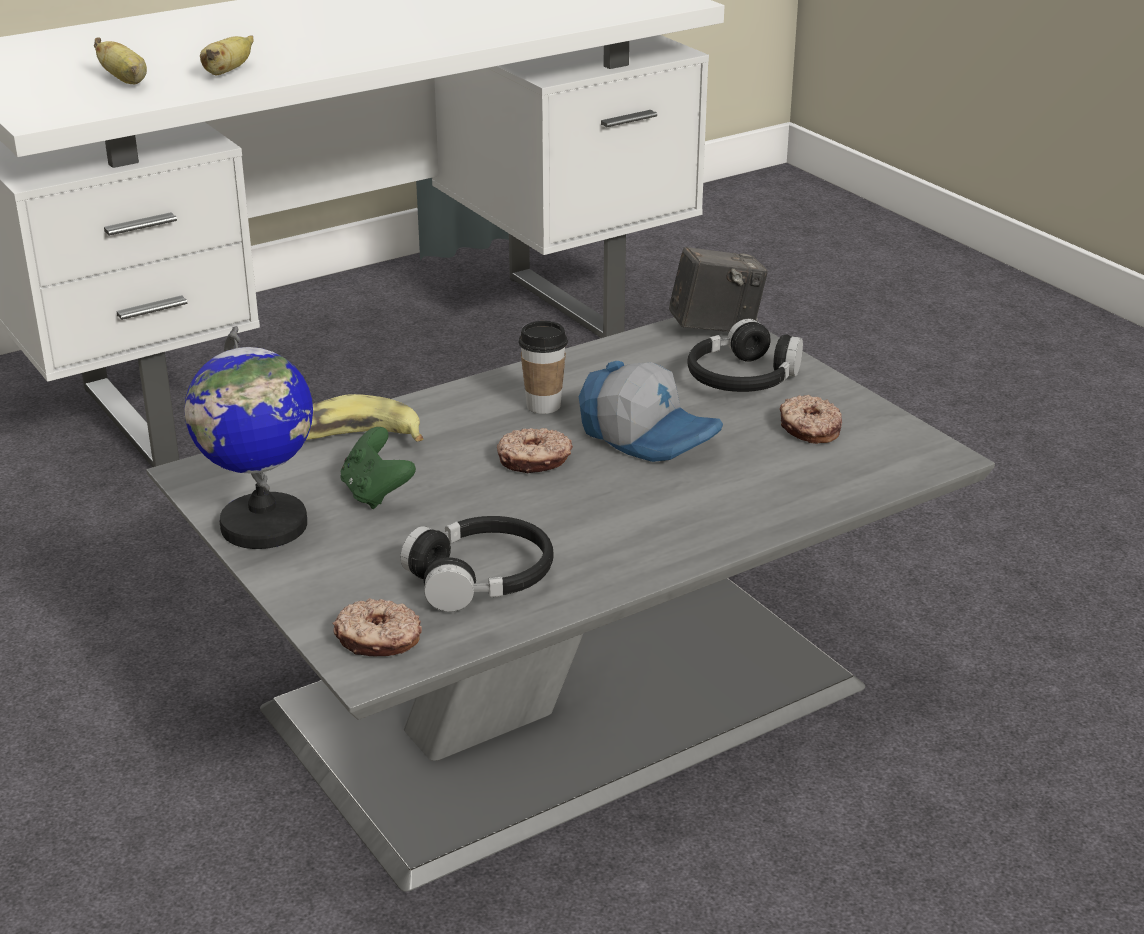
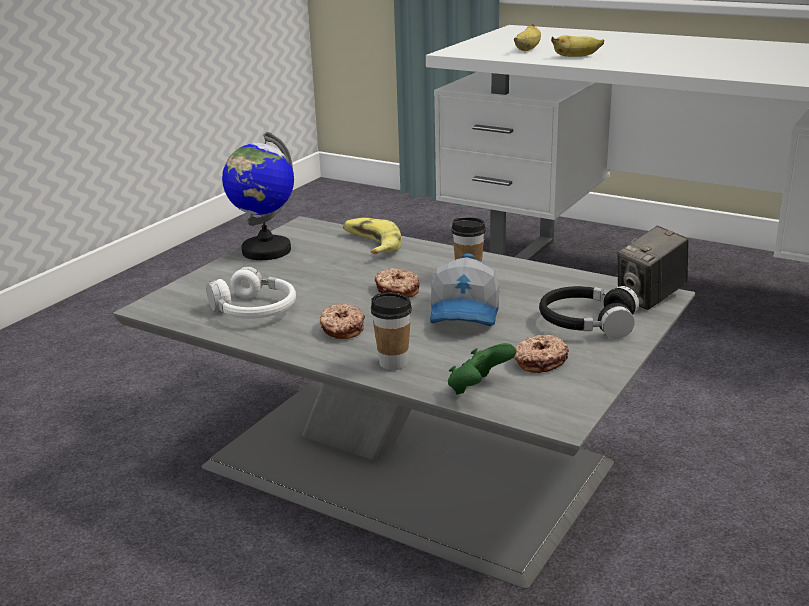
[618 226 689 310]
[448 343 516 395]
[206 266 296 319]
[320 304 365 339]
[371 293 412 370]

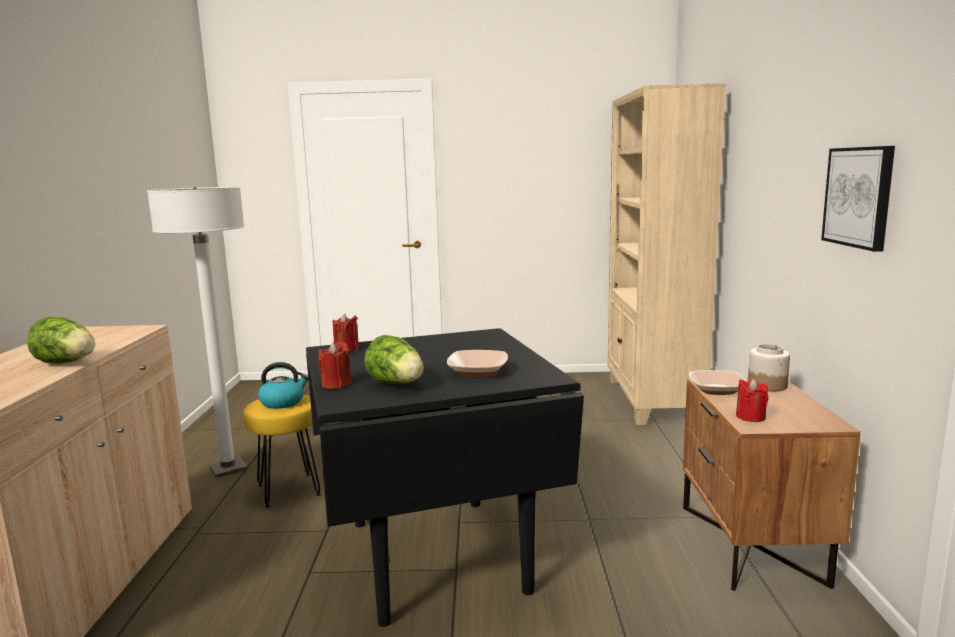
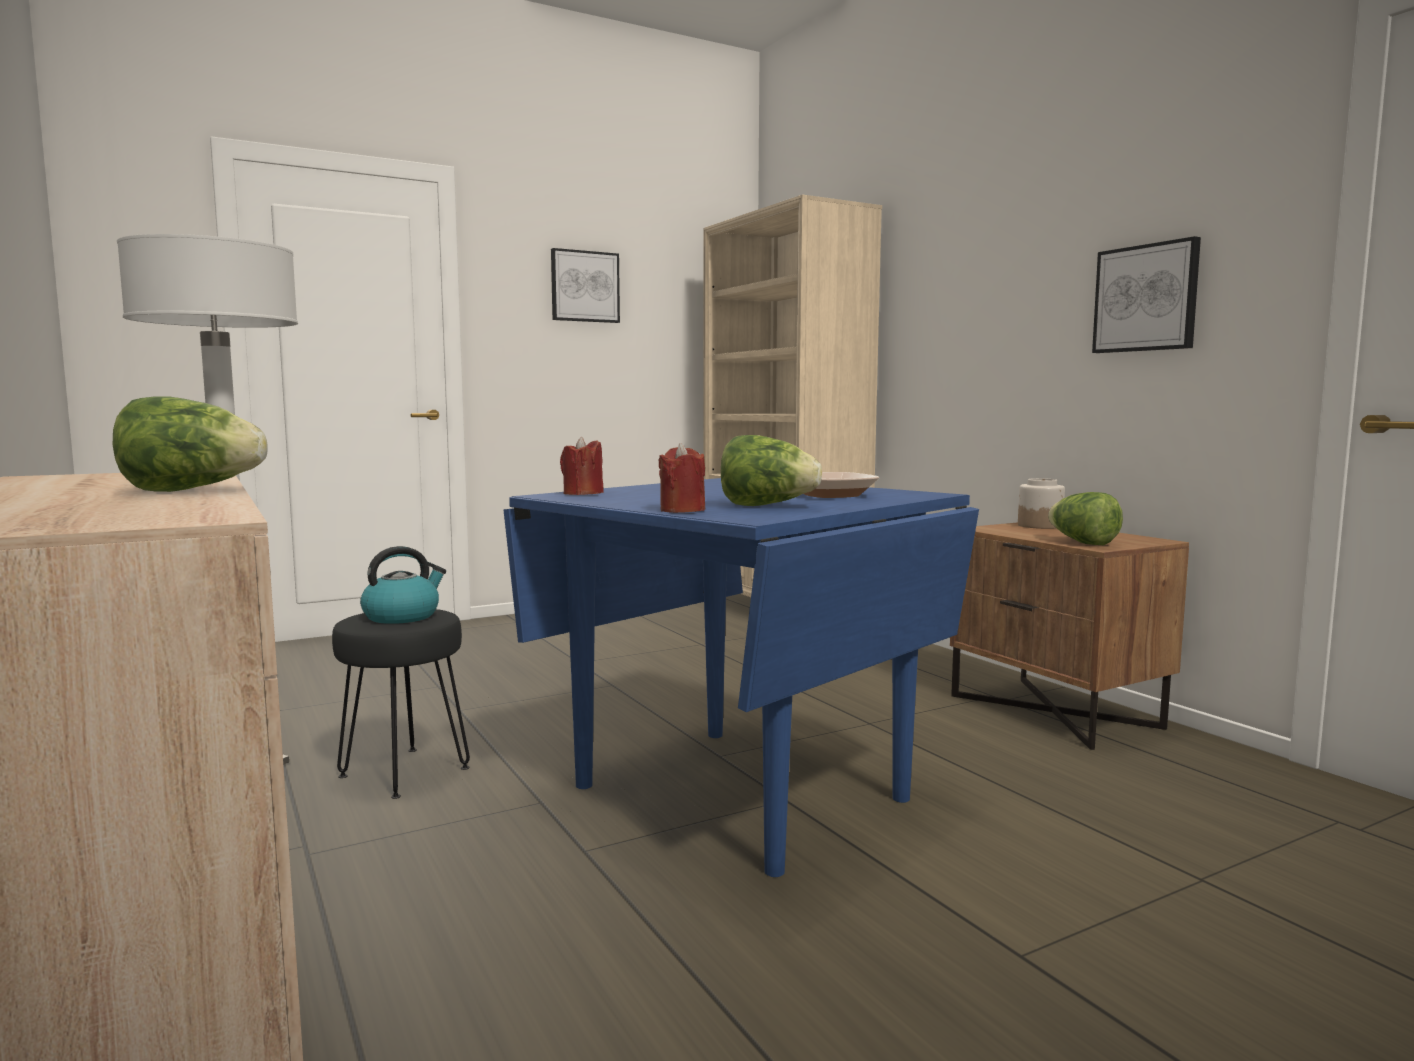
[503 478 979 877]
[689 370 747 395] (first image)
[1048 492 1123 545]
[332 609 470 799]
[551 248 620 323]

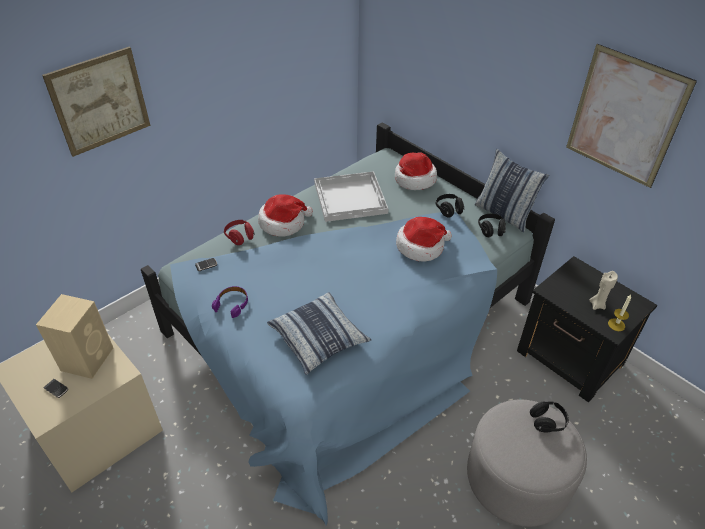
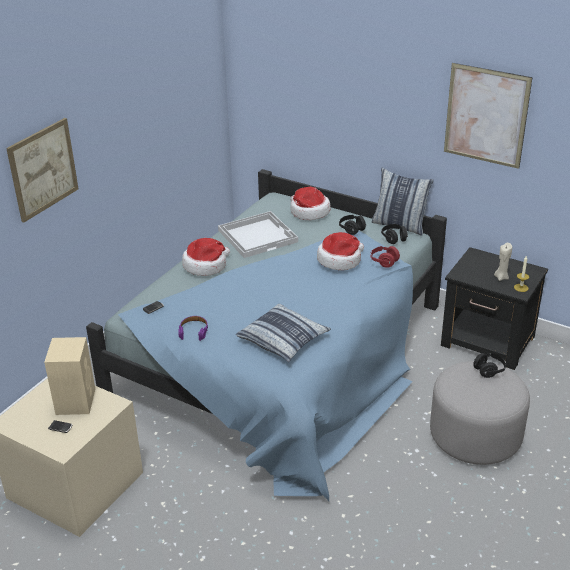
[370 246 400 268]

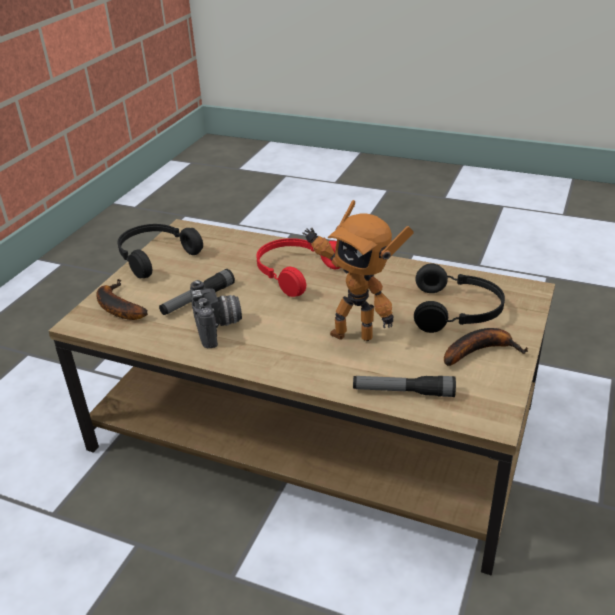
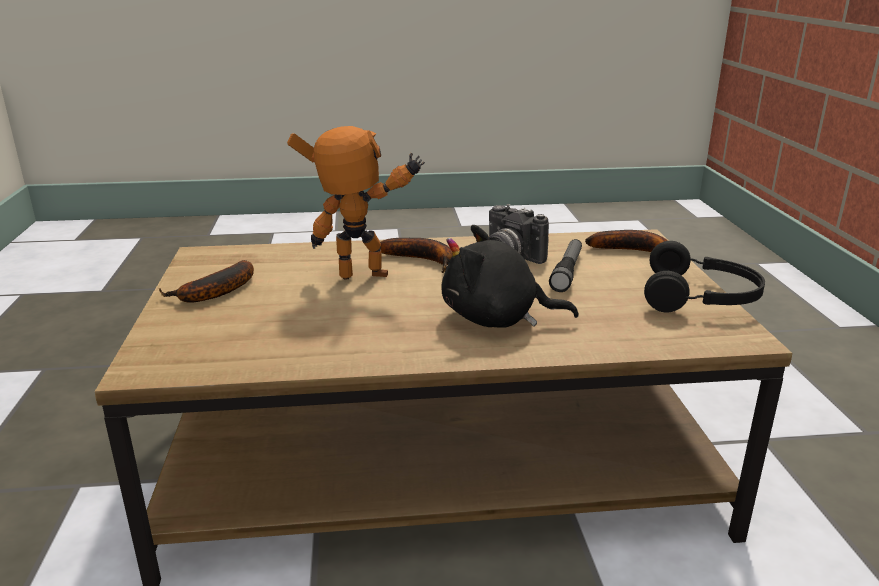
[441 225 578 328]
[414 264 505 333] (first image)
[353 376 456 397] (first image)
[380 238 452 273]

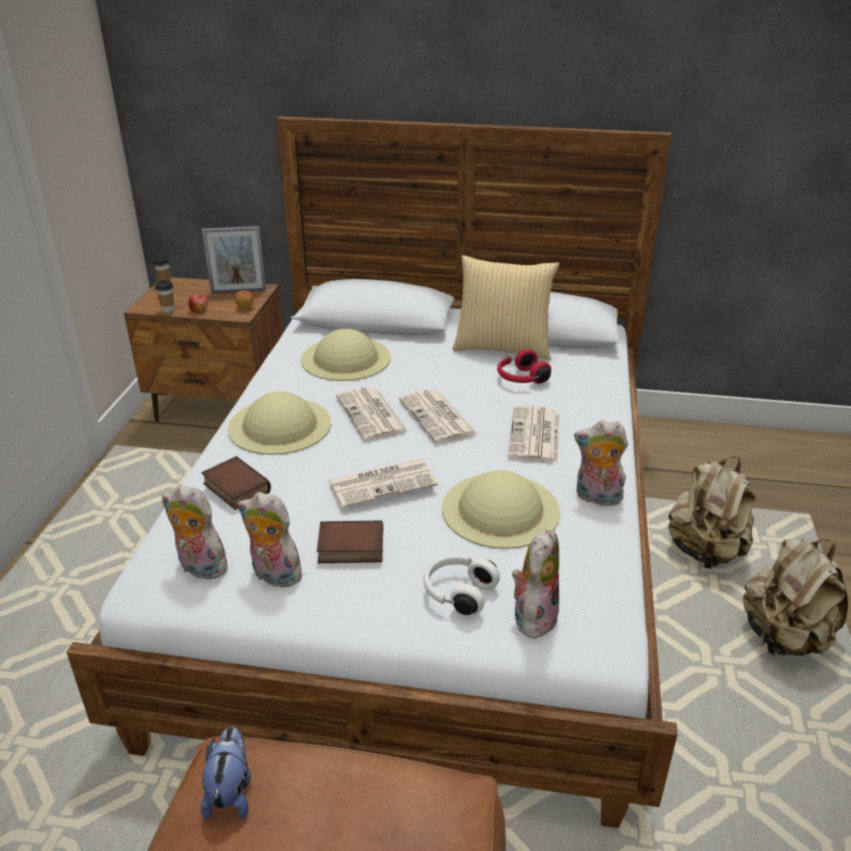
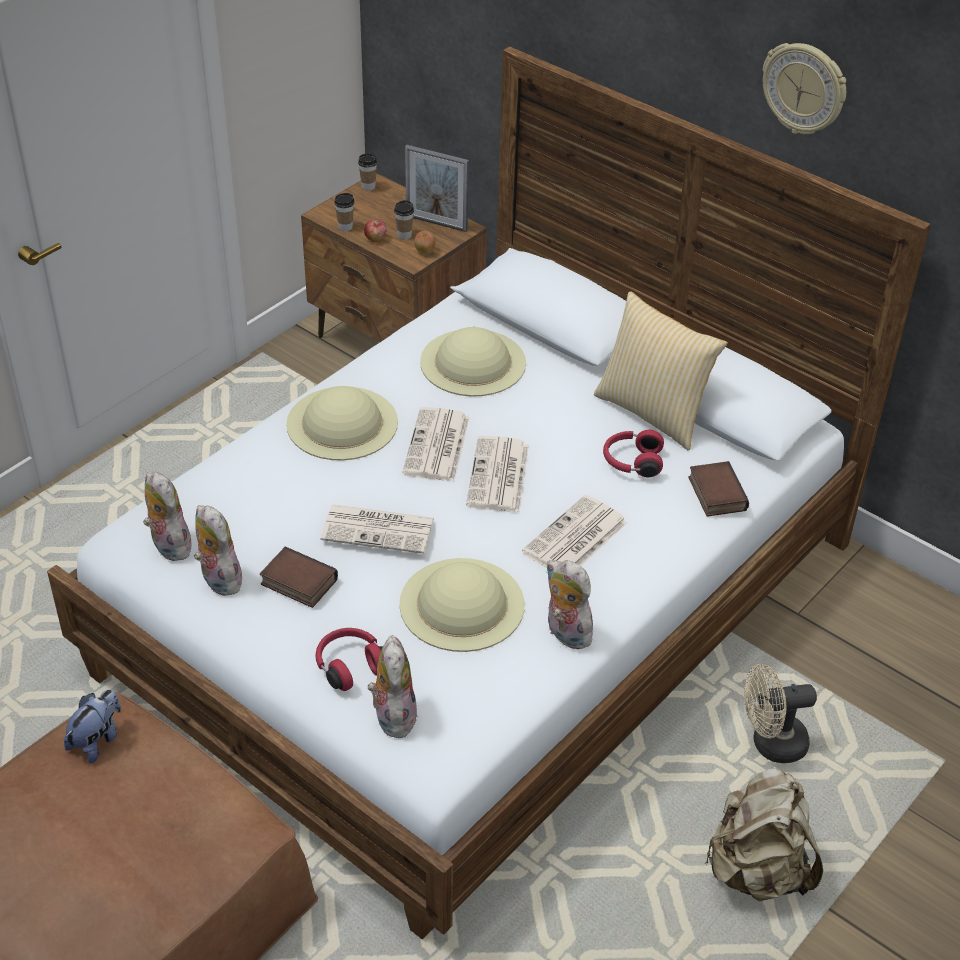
[688 461 749 517]
[744 664 817 763]
[368 635 418 738]
[315 628 383 691]
[763 43 846 134]
[394 200 414 239]

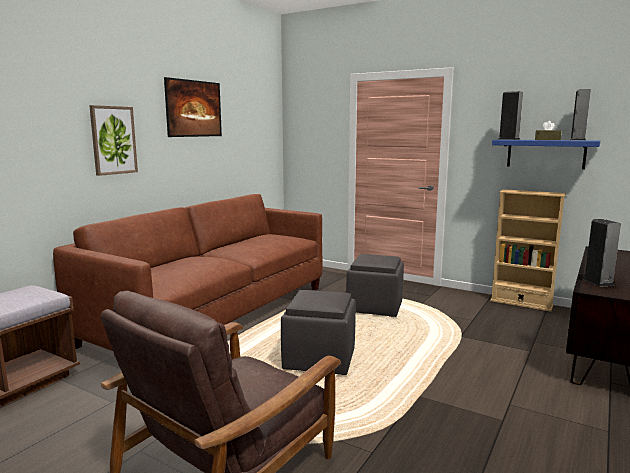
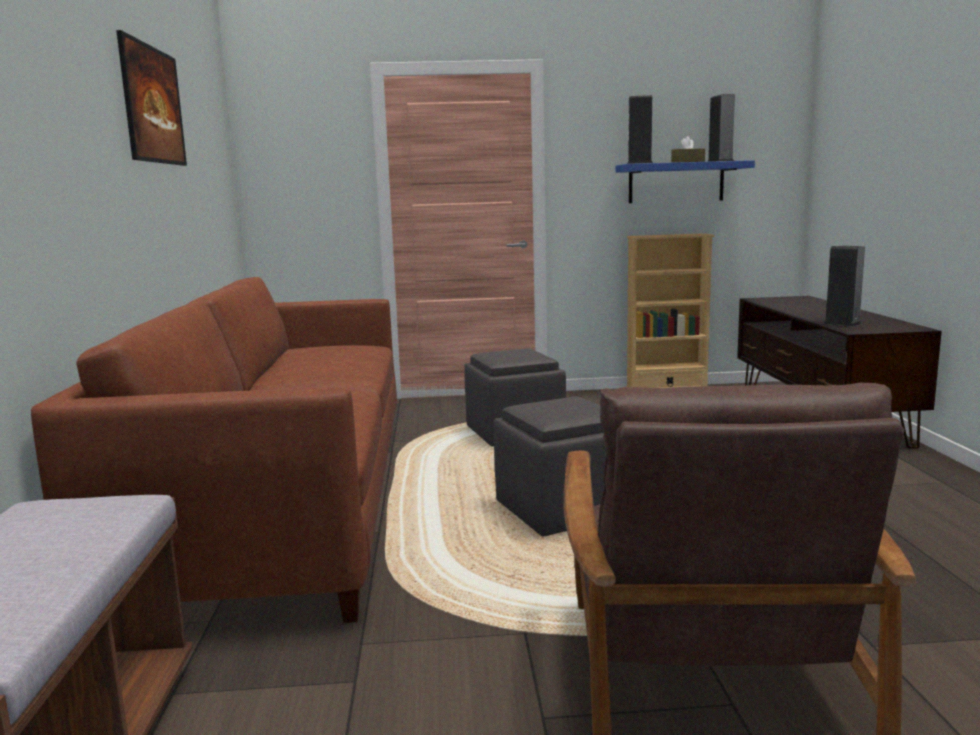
[89 105 138 176] (first image)

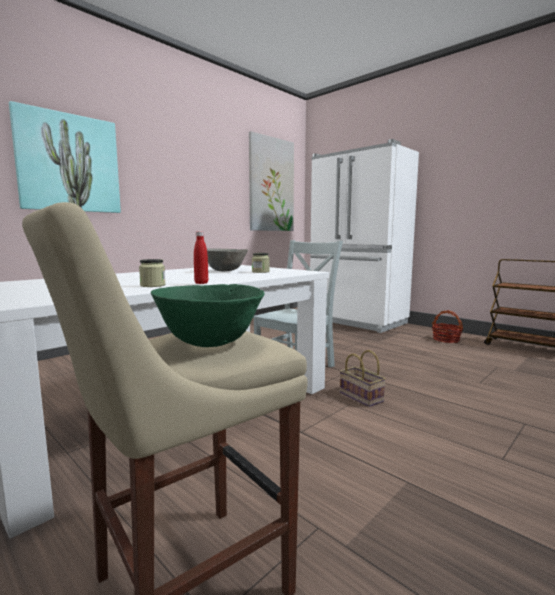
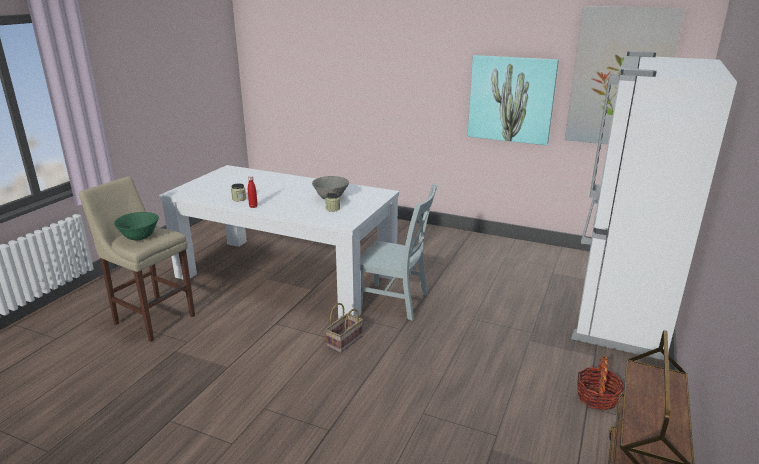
[468 55 559 145]

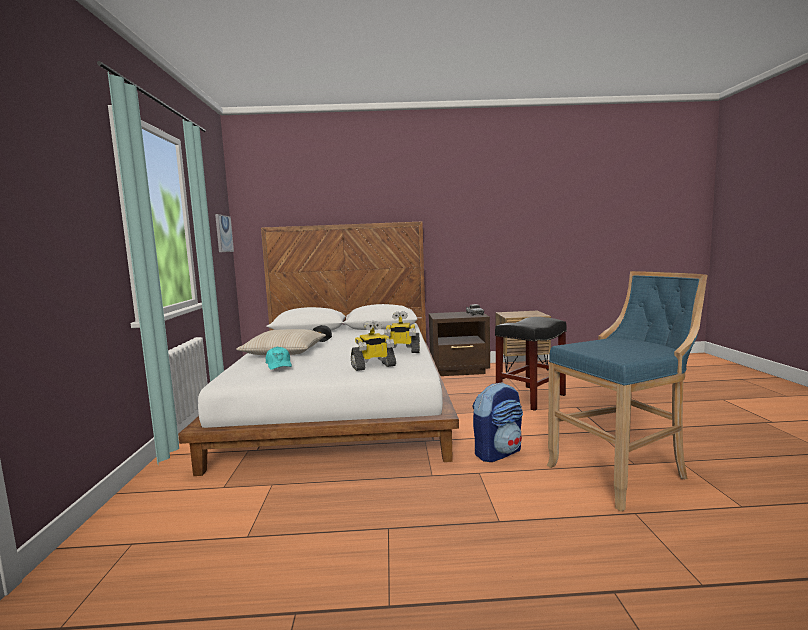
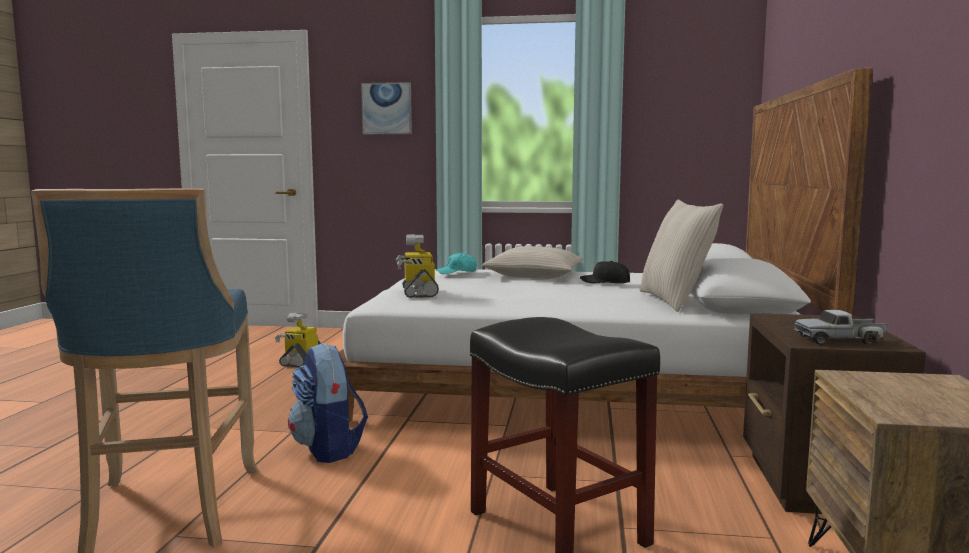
[361 82 412 134]
[275 313 321 367]
[639 199 723 312]

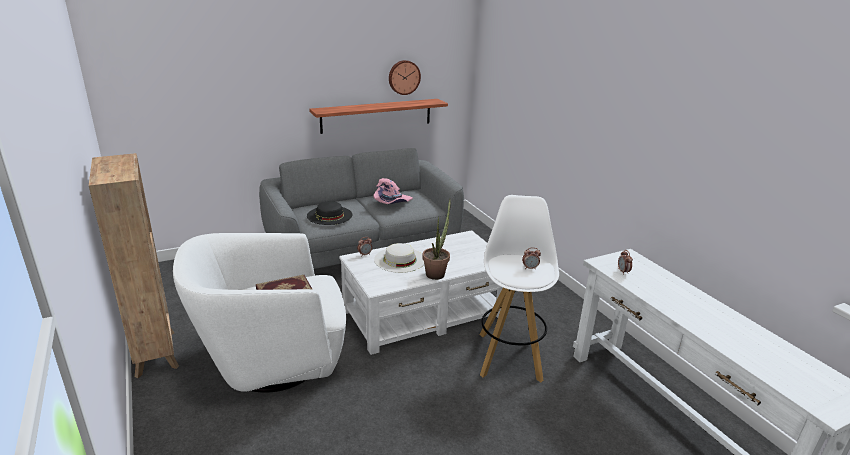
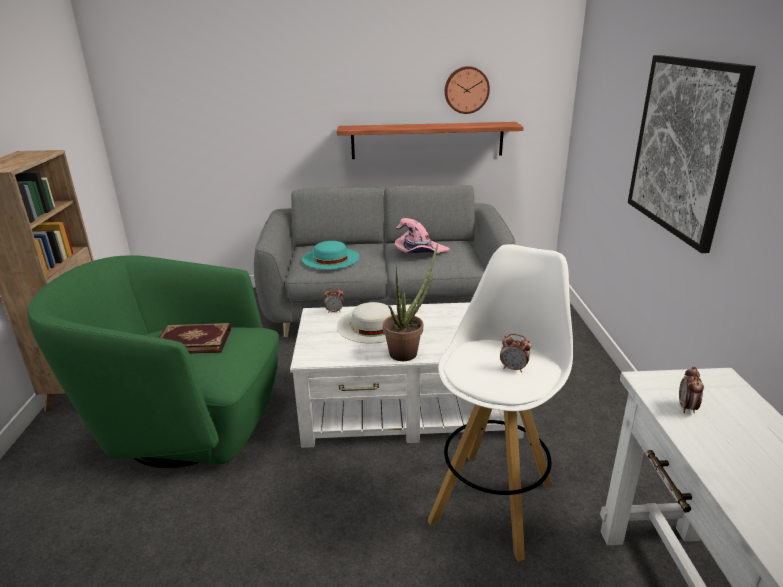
[302 241 360 269]
[28 255 279 468]
[628 55 756 253]

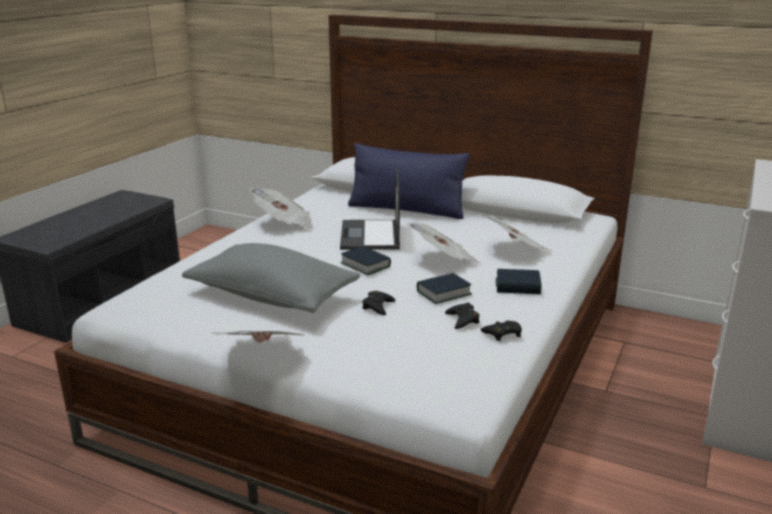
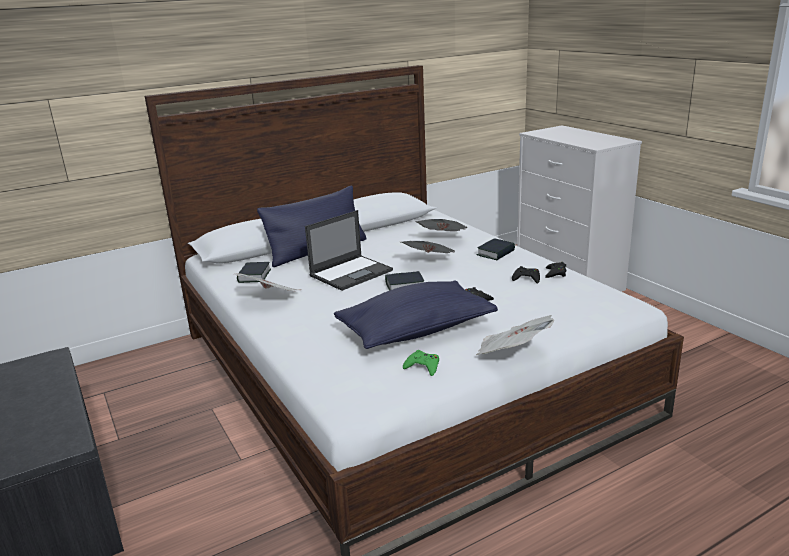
[305 210 393 291]
[334 281 498 349]
[237 262 271 283]
[403 350 439 376]

